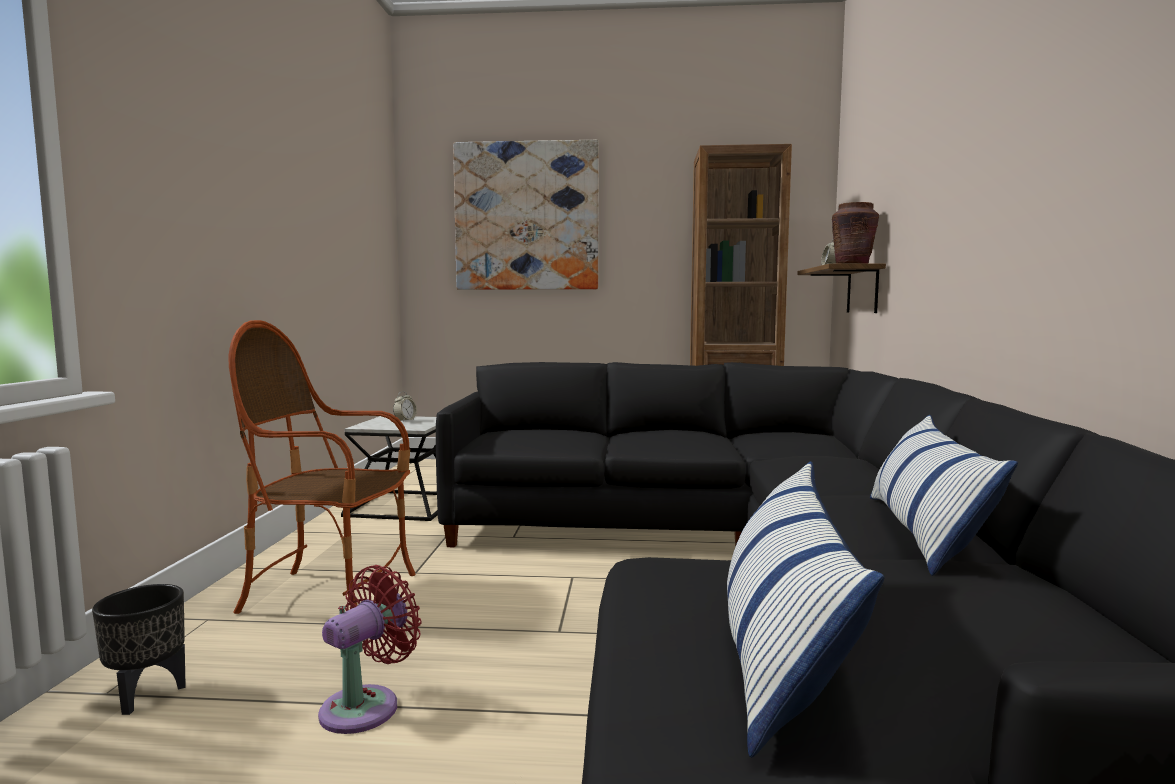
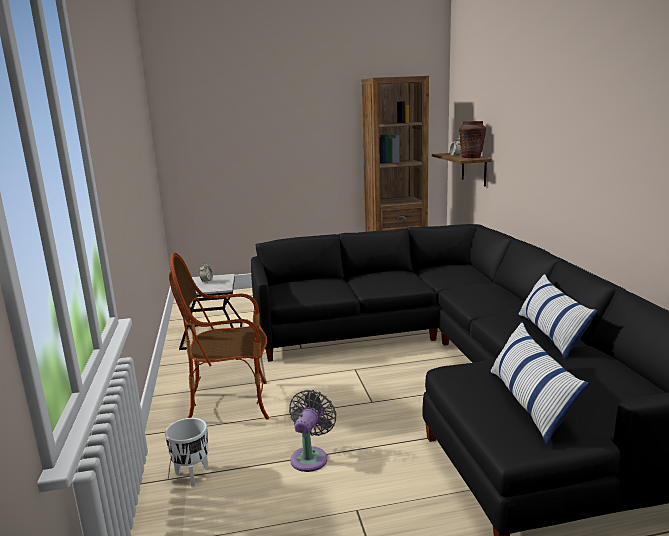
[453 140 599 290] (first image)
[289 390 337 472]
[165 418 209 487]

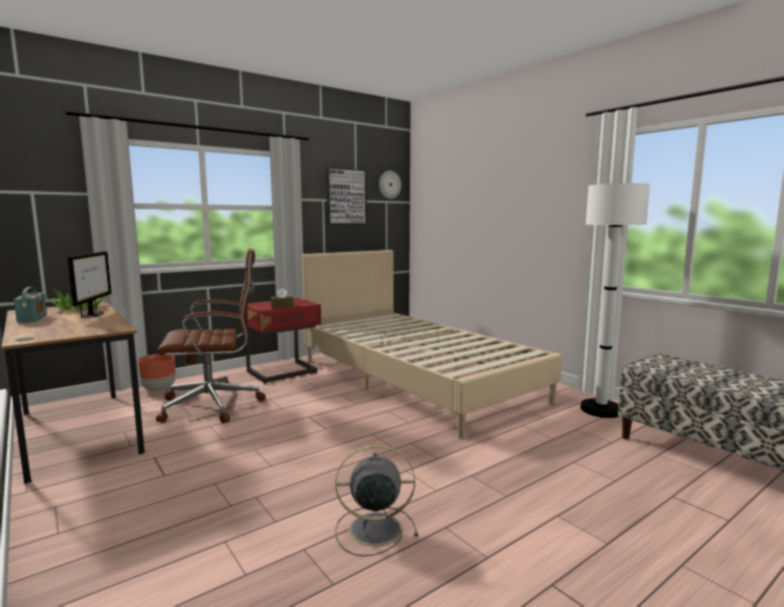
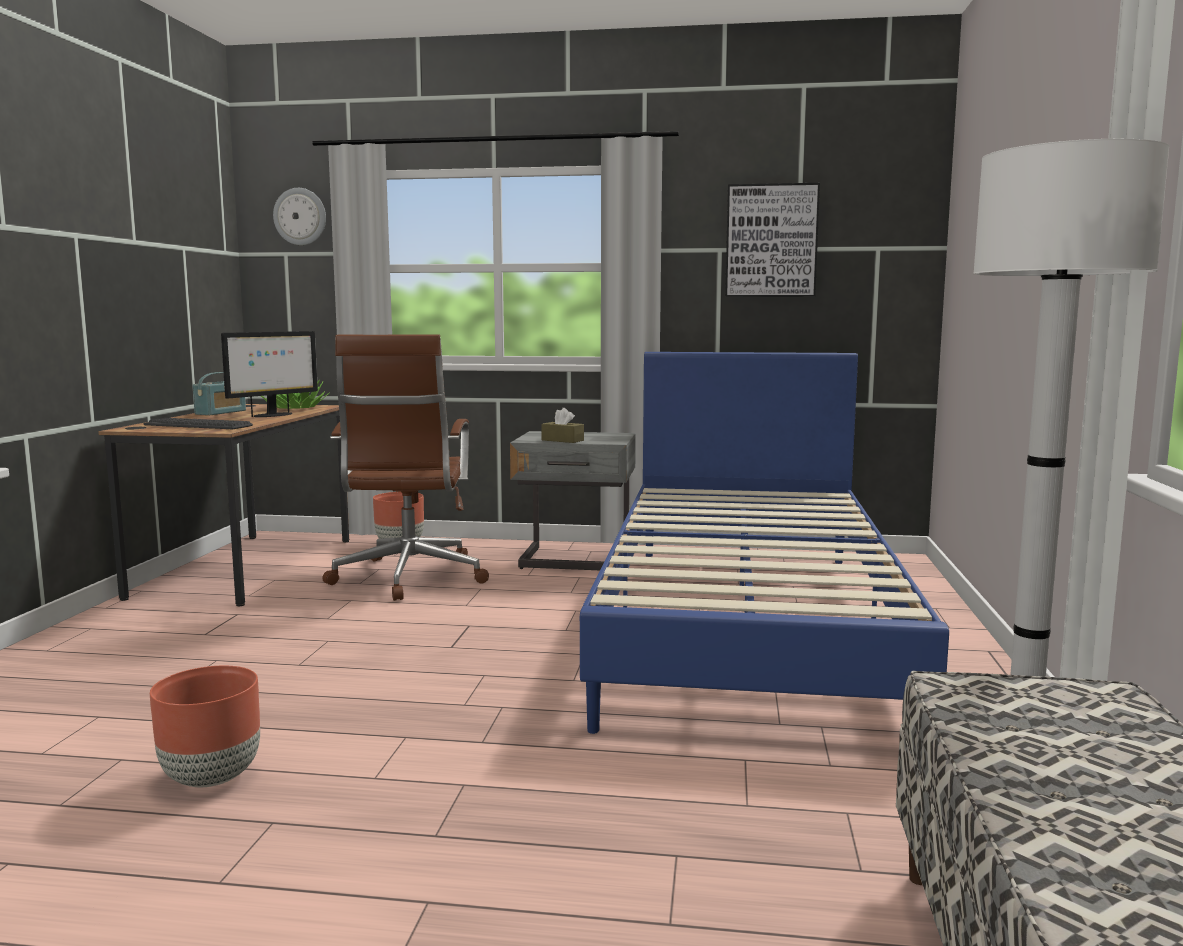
[273 188 326 245]
[322 335 489 601]
[580 352 949 734]
[510 431 636 570]
[150 666 260 787]
[144 418 253 429]

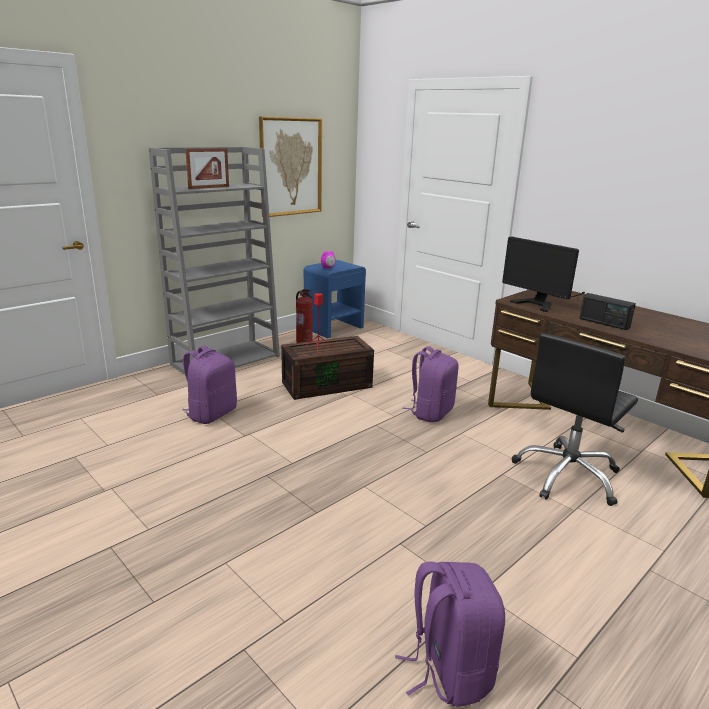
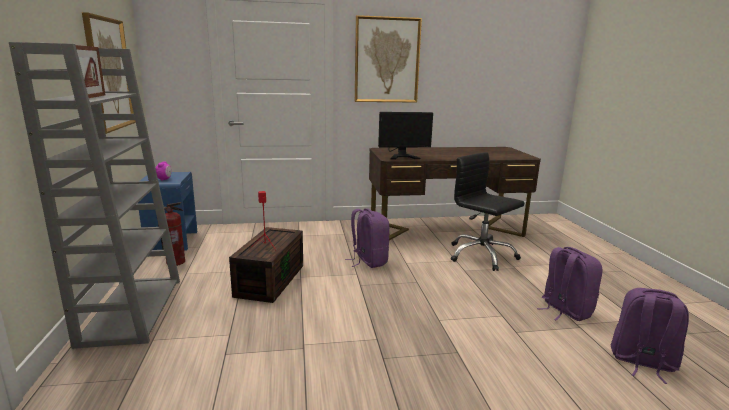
[579 293 636 330] (first image)
[451 152 524 271]
[537 247 602 321]
[355 15 422 103]

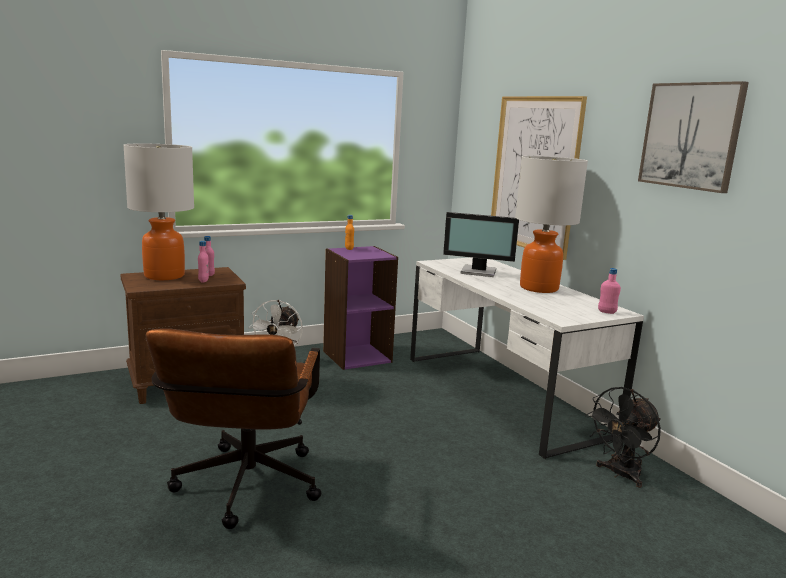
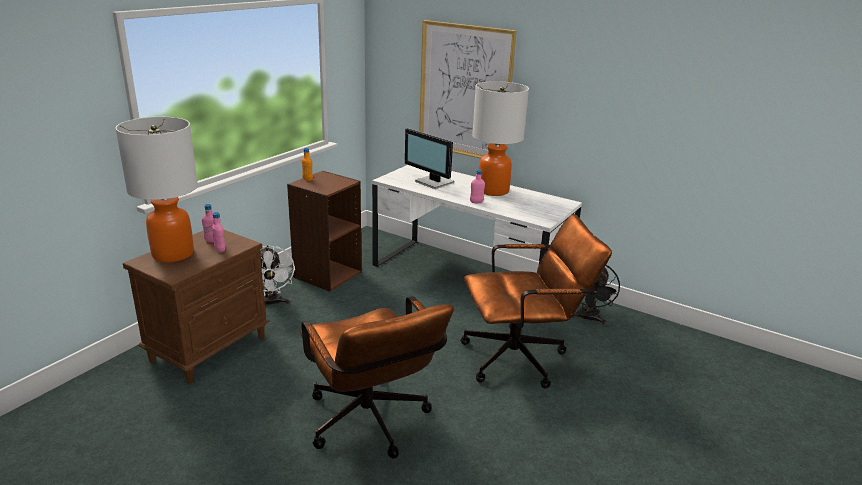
[638 81 749 193] (first image)
[405 128 454 189]
[287 171 362 292]
[470 169 485 203]
[460 214 612 389]

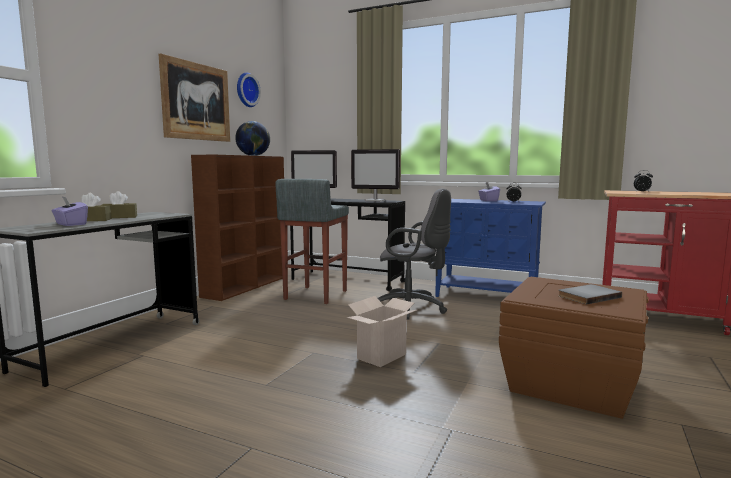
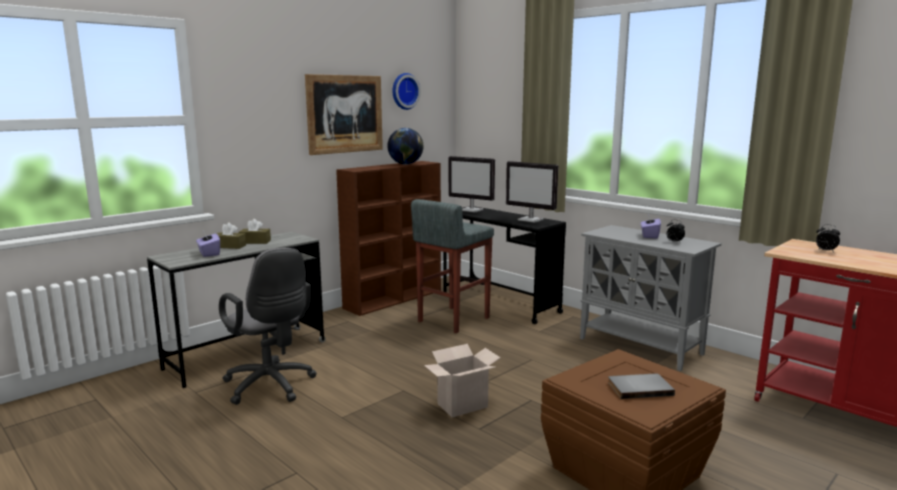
[219 248 317 405]
[580 225 721 371]

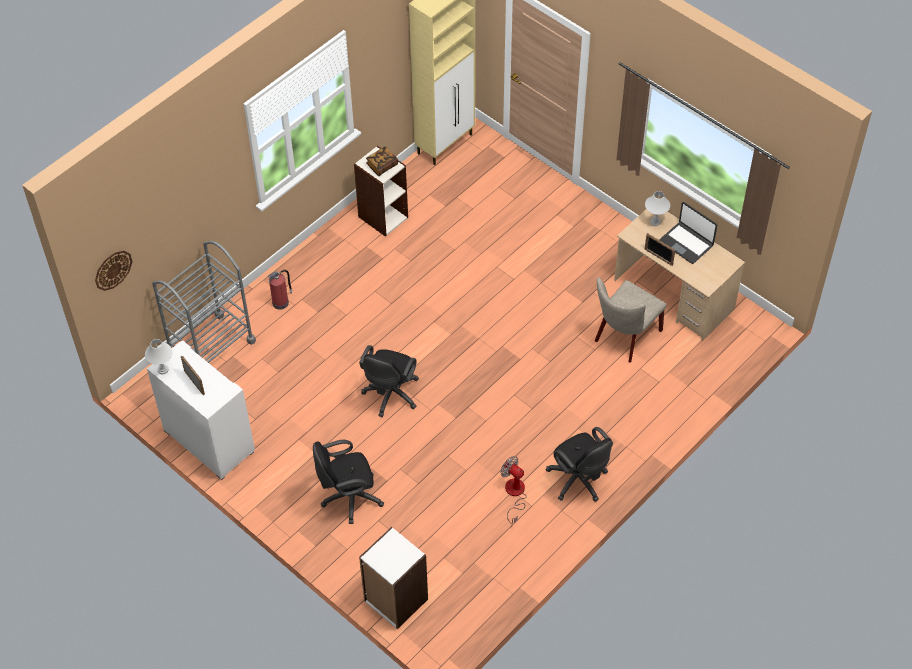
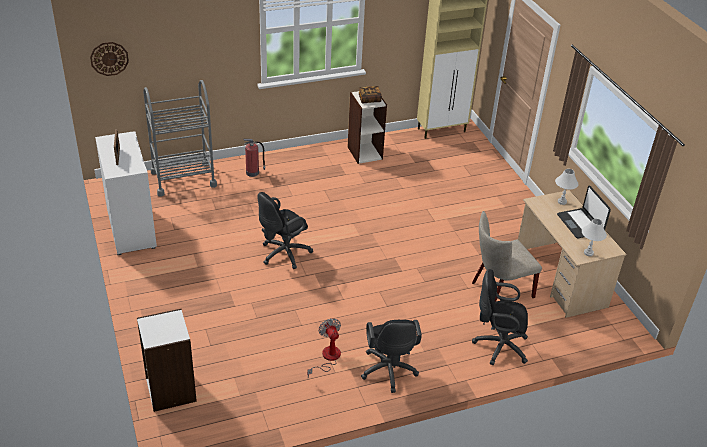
[645 233 675 266] (first image)
[582 219 607 256]
[472 269 528 365]

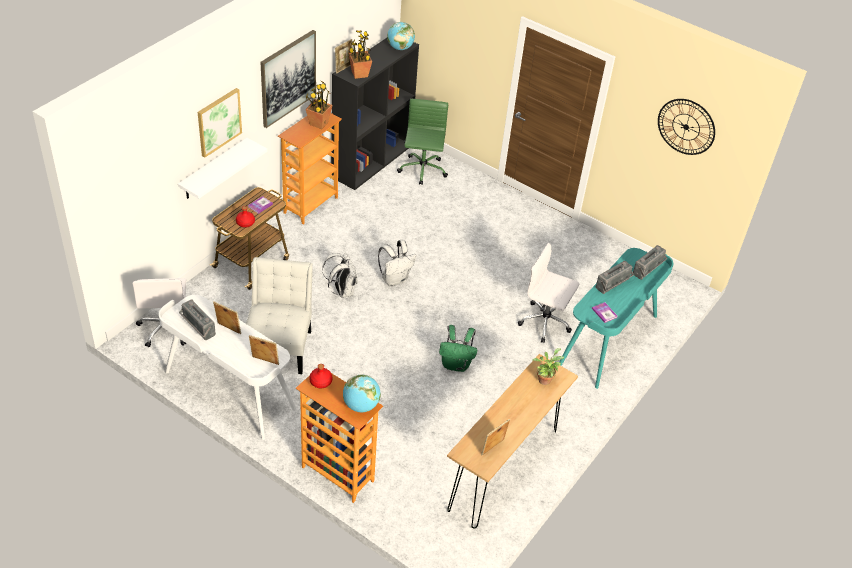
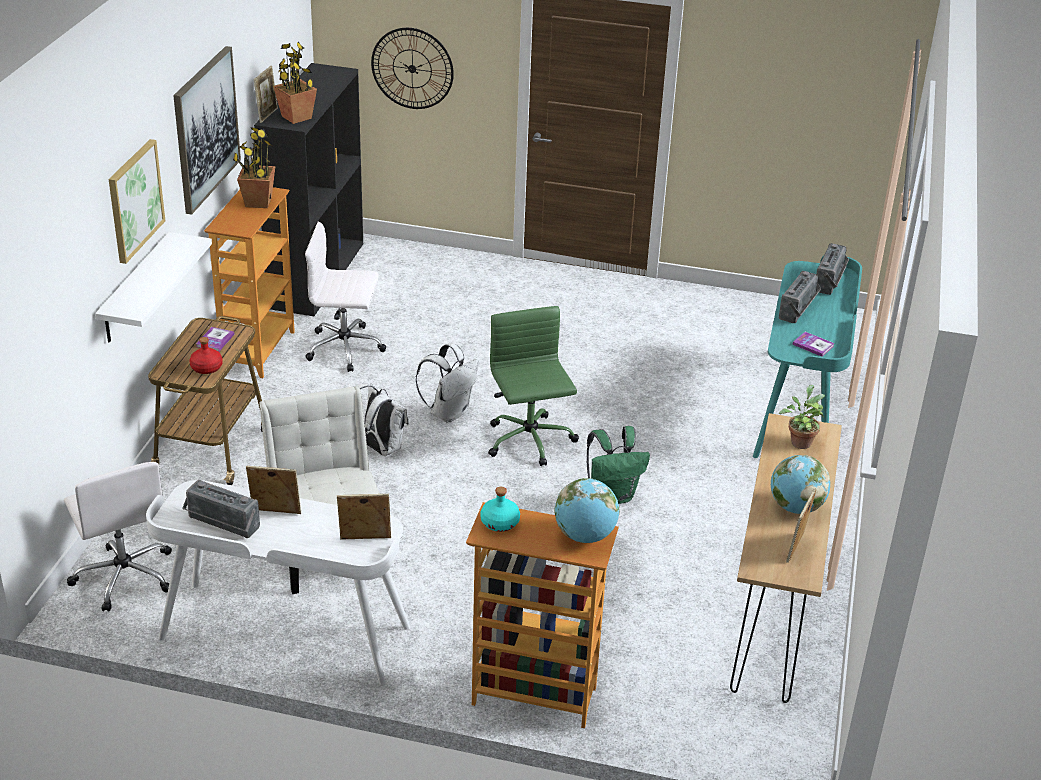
[771 455 831 514]
[488 306 579 466]
[371 28 454 109]
[305 222 386 372]
[480 487 520 532]

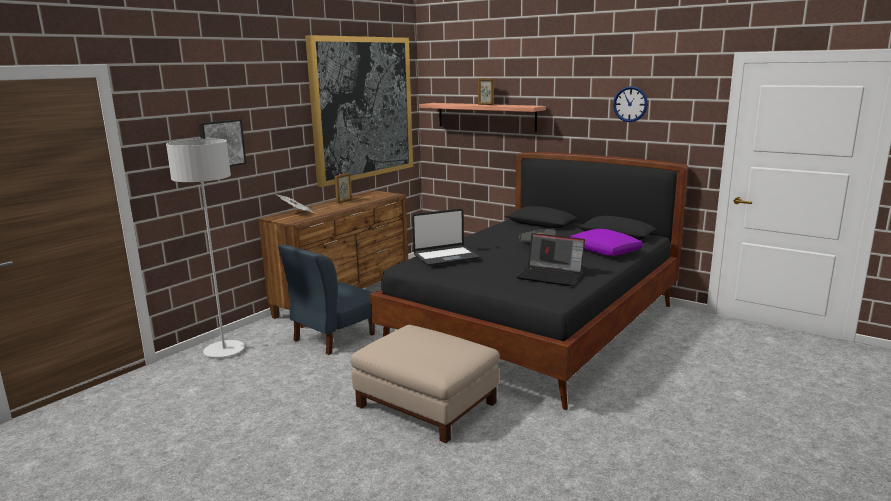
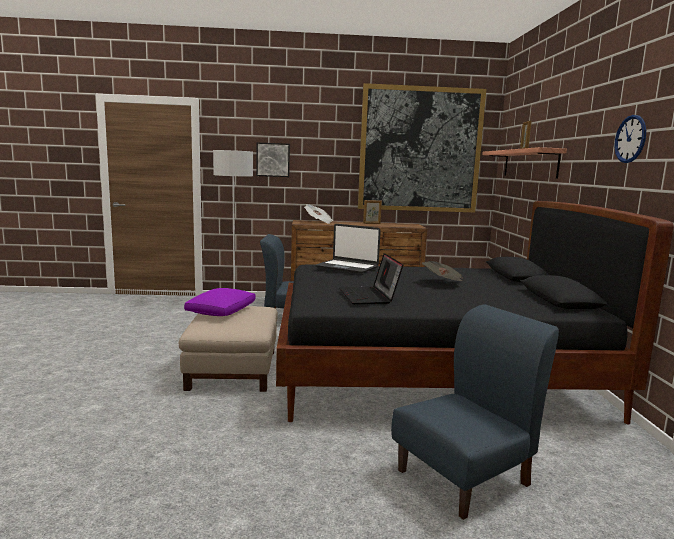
[184 288 256 316]
[391 304 559 520]

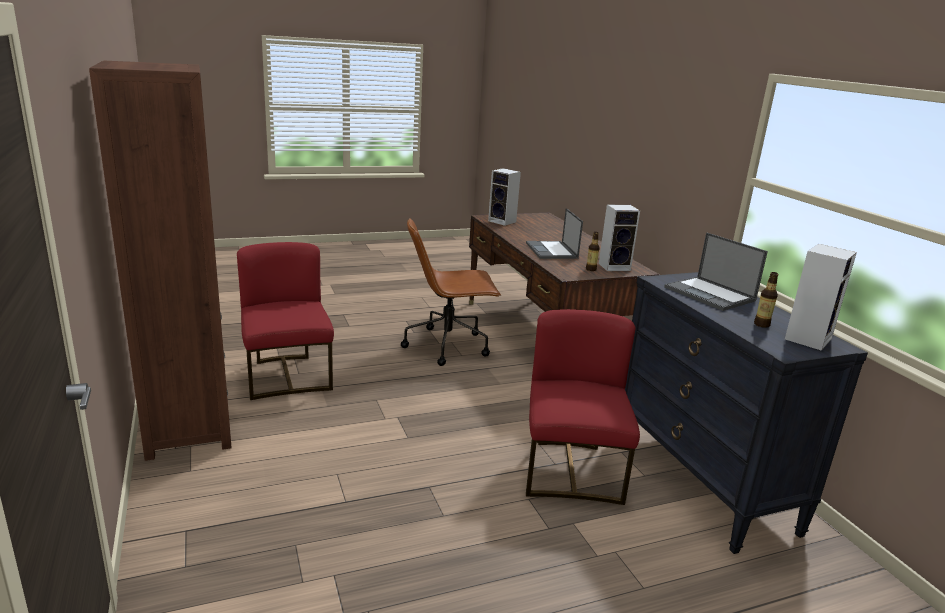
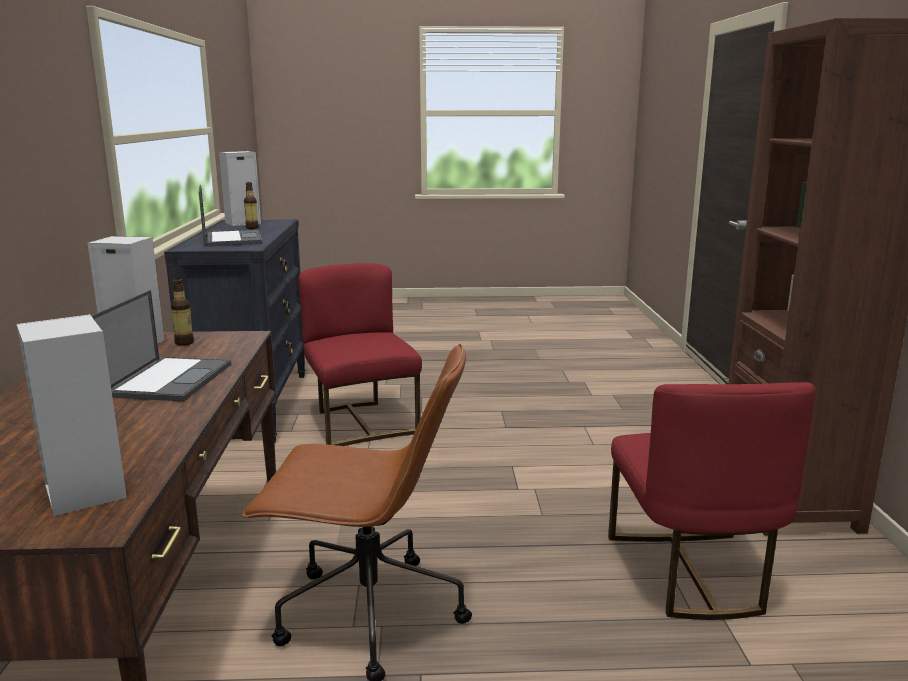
[299 263 422 446]

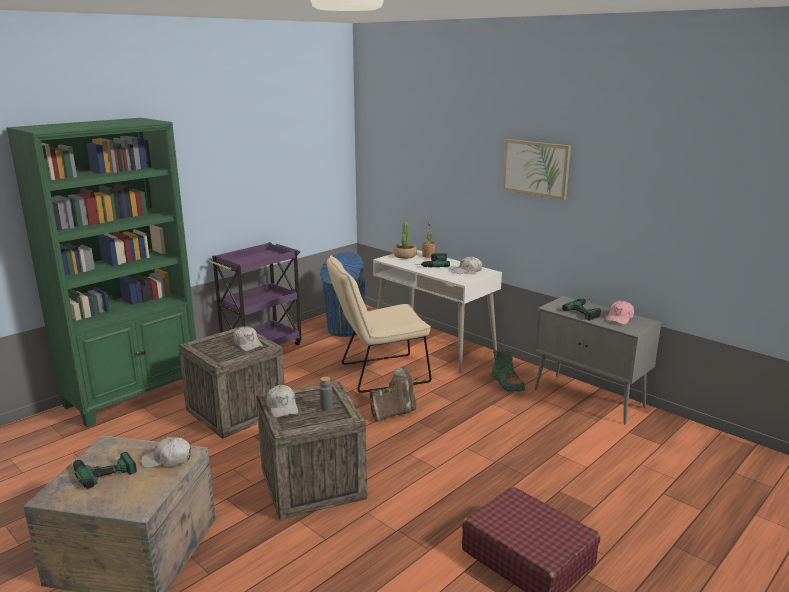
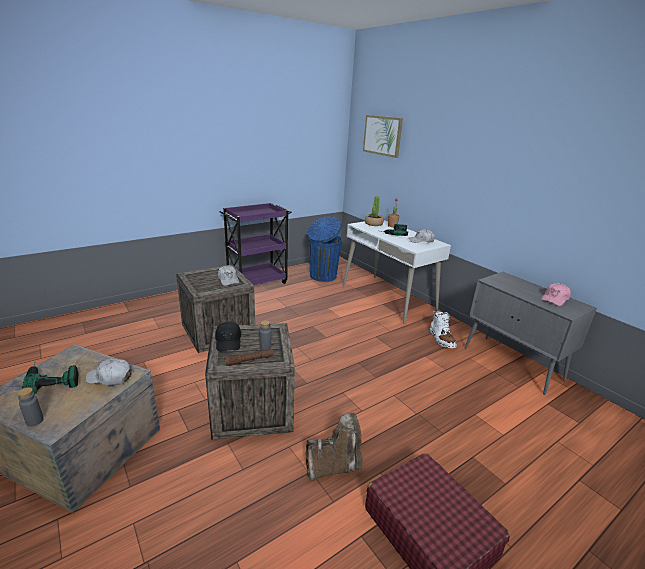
[6 118 196 427] (first image)
[363 115 403 158]
[327 255 431 393] (first image)
[562 299 601 321] (first image)
[430 310 457 348]
[306 413 363 480]
[215 321 241 351]
[224 349 273 366]
[17 387 44 426]

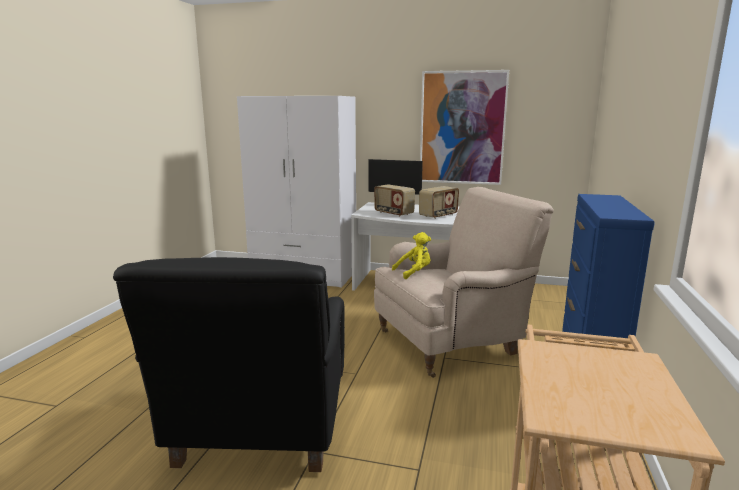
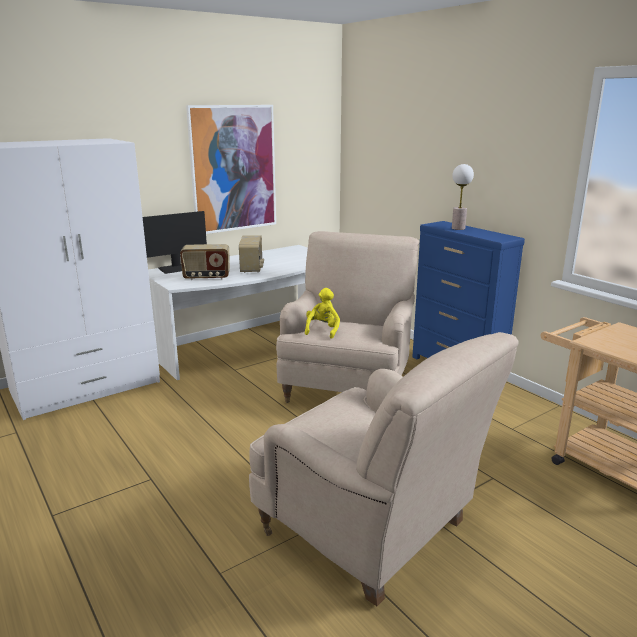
[249 332 519 606]
[452 164 474 230]

